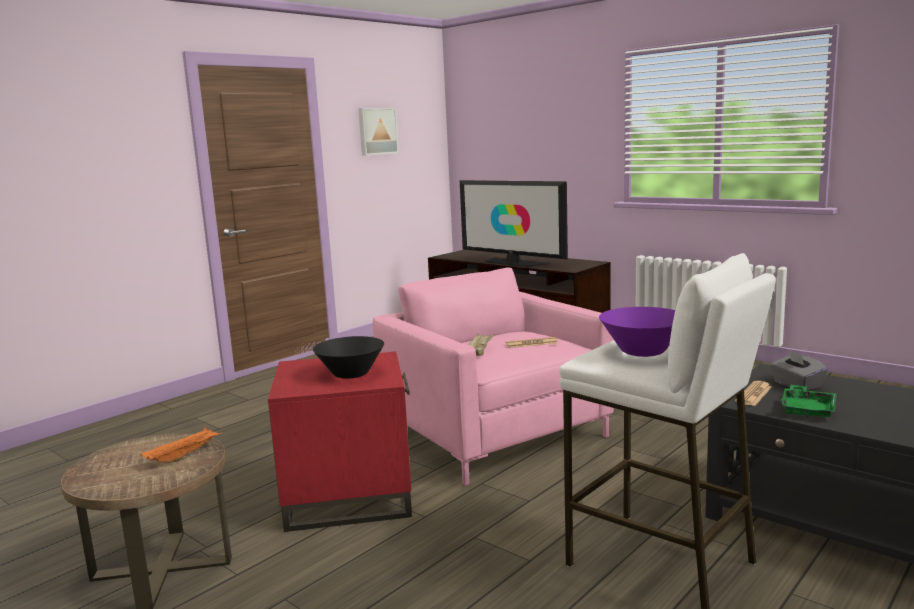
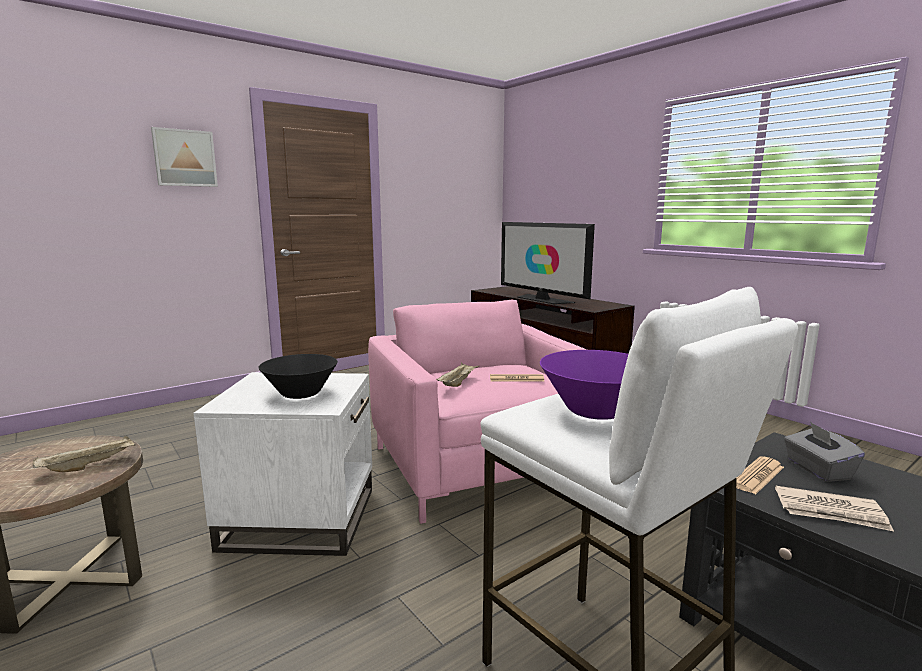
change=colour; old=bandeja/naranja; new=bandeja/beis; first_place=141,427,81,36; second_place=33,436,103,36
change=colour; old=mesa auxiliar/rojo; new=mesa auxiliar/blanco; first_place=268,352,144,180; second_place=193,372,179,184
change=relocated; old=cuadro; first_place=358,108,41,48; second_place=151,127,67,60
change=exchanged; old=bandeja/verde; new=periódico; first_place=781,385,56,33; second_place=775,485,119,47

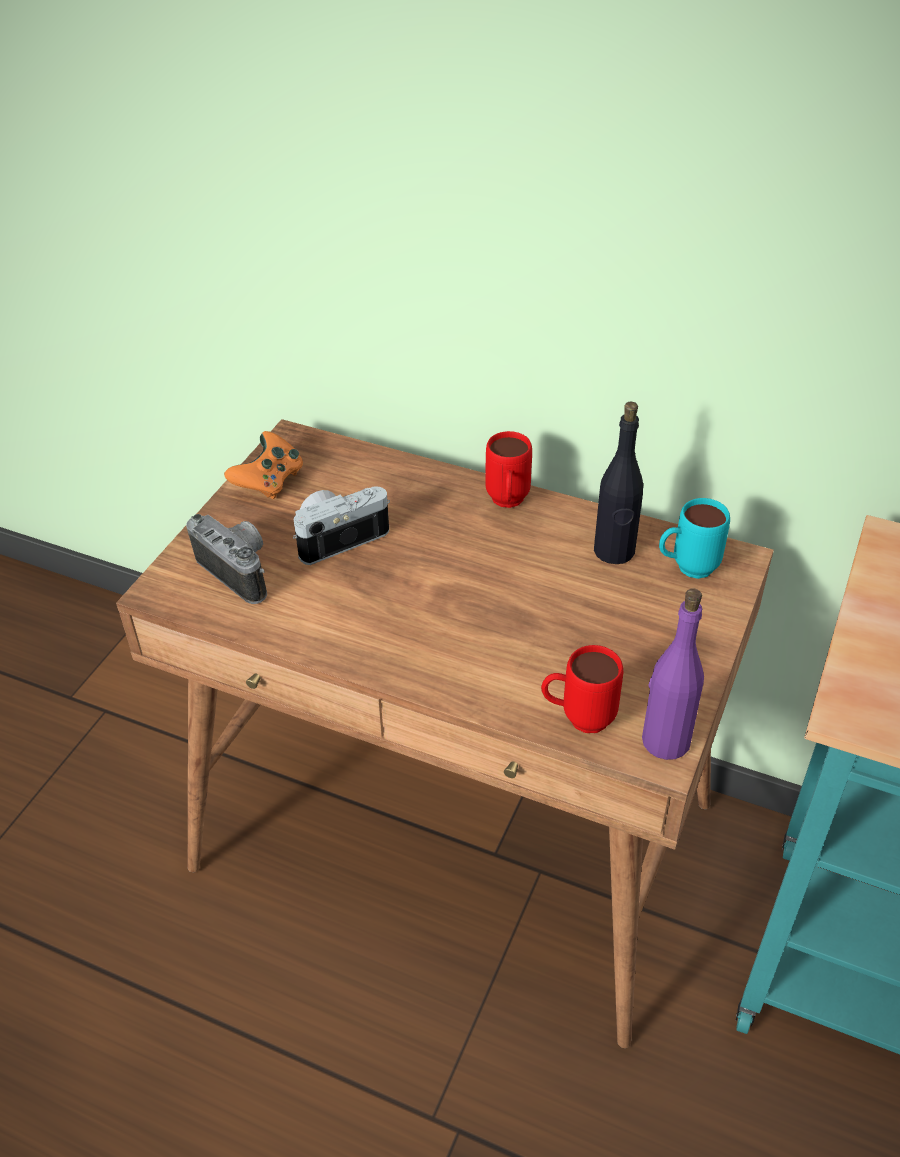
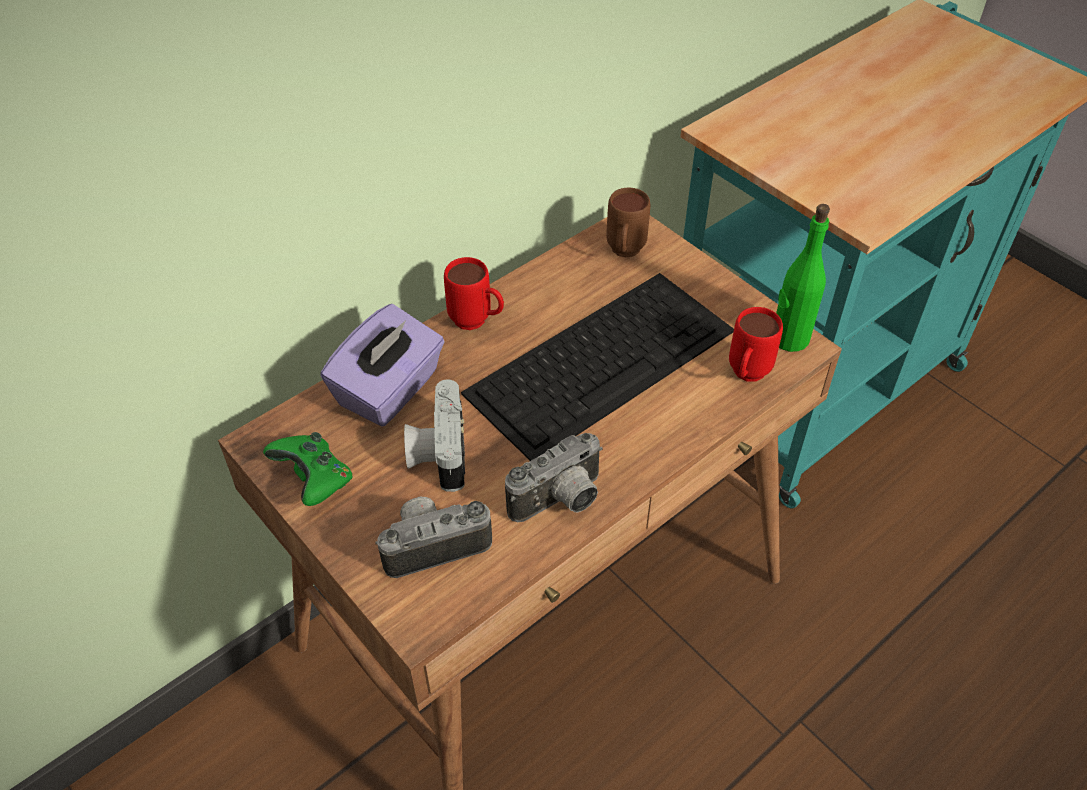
change=colour; old=mando de consola/naranja; new=mando de consola/verde; first_place=224,431,79,68; second_place=263,432,90,74
change=missing; old=botella/negro; first_place=594,402,49,162
change=colour; old=botella/morado; new=botella/verde; first_place=642,588,62,172; second_place=776,204,54,148
change=colour; old=taza grande/turquesa; new=taza grande/marrón; first_place=659,498,71,81; second_place=606,188,44,70
change=appeared; new=caja de pañuelos/morado; second_place=320,304,125,122
change=appeared; new=teclado; second_place=461,273,273,188
change=appeared; new=cámara; second_place=505,433,98,89

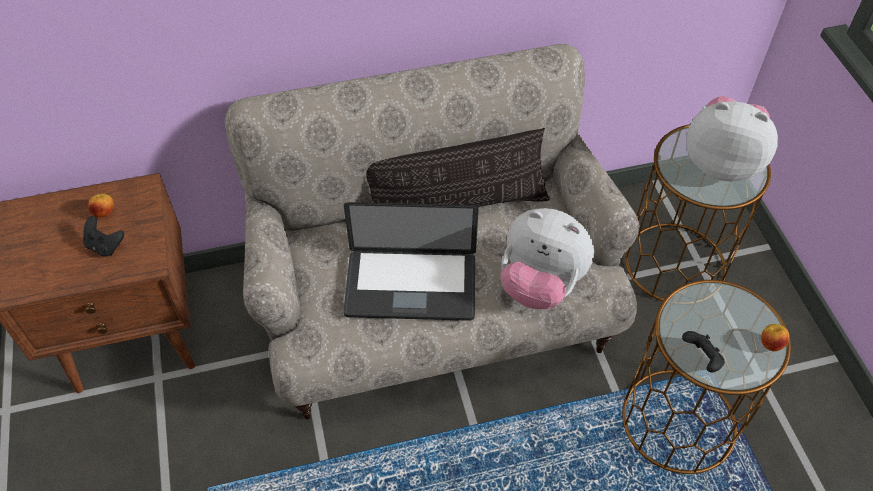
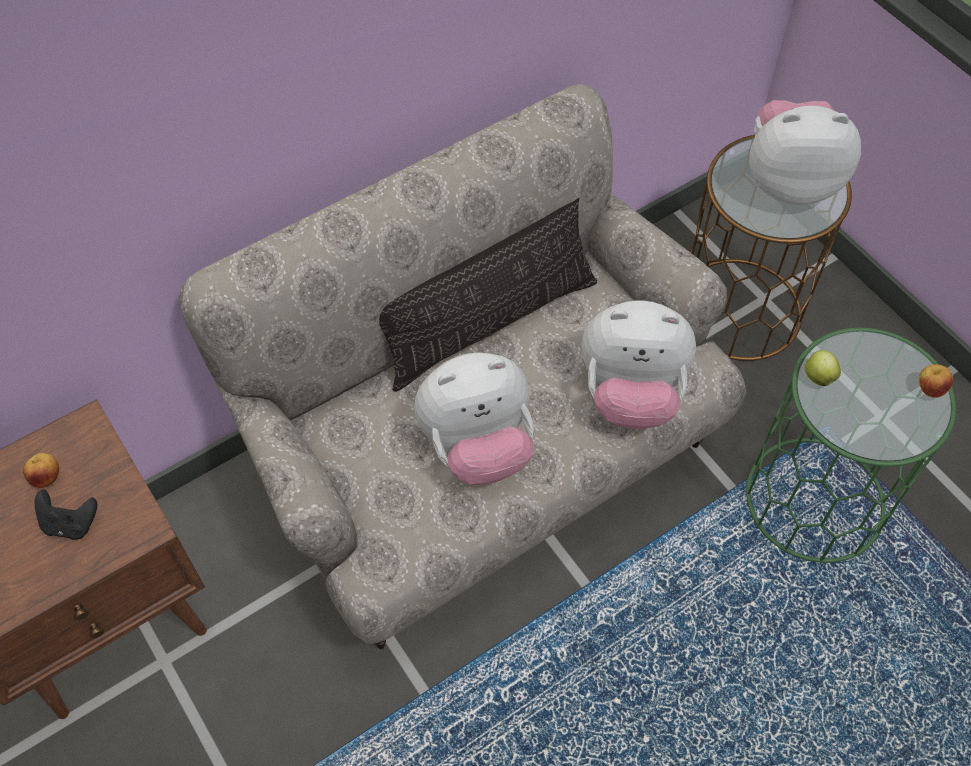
change=exchanged; old=portátil; new=peluche; first_place=343,202,135,119; second_place=414,353,120,132
change=colour; old=mesa auxiliar/marrón; new=mesa auxiliar/verde; first_place=622,280,169,194; second_place=746,328,210,235
change=missing; old=mando de consola/negro; first_place=682,331,43,42
change=appeared; new=manzana; second_place=805,350,36,36

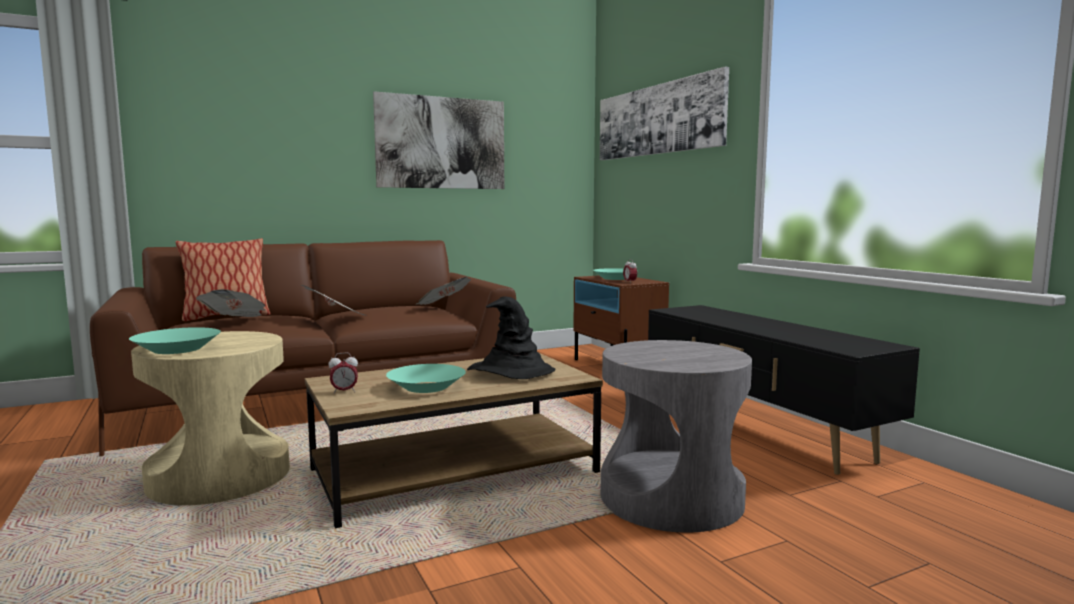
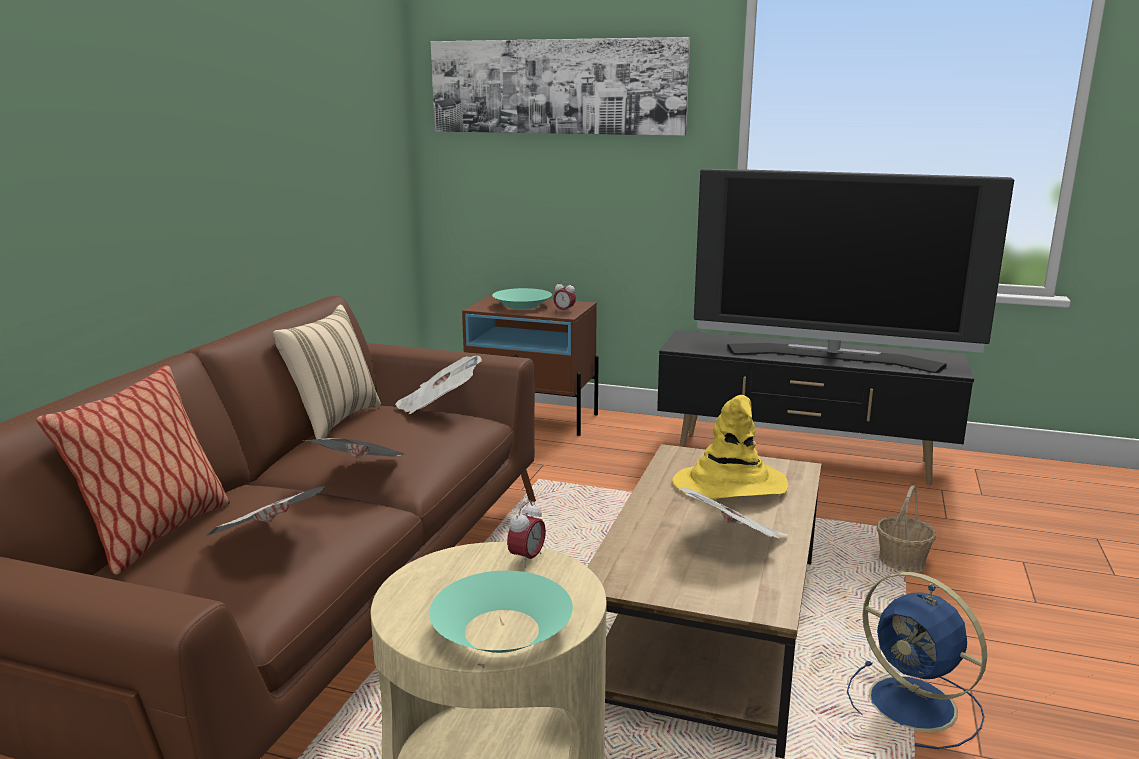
change=relocated; old=despertador; first_place=329,352,29,42; second_place=507,501,39,67
change=missing; old=cuadro; first_place=373,91,131,98
change=exchanged; old=cuenco/turquesa; new=periódico; first_place=386,364,80,29; second_place=679,488,109,51
change=colour; old=sombrero/negro; new=sombrero/amarillo; first_place=467,296,89,83; second_place=672,395,116,104
change=exchanged; old=mesa auxiliar/gris; new=cesta; first_place=601,340,151,193; second_place=877,485,59,88
change=appeared; new=cojín/beis; second_place=273,305,108,134
change=appeared; new=televisor; second_place=694,168,320,205
change=appeared; new=ventilador/azul; second_place=847,572,140,177

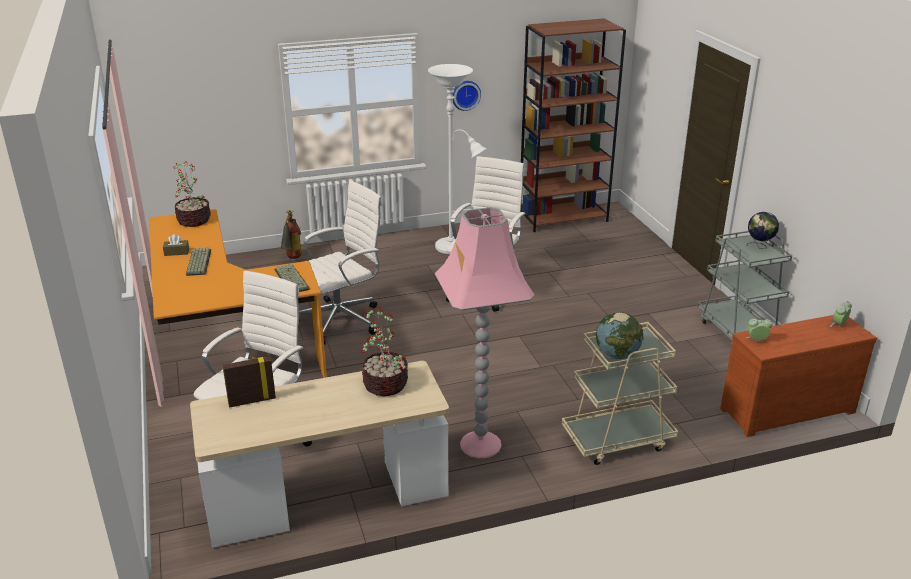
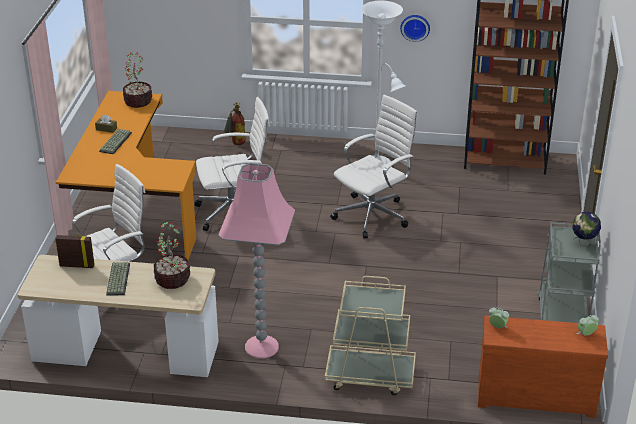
change=relocated; old=teclado; first_place=274,264,36,28; second_place=106,262,24,34
change=missing; old=globo terráqueo; first_place=596,312,48,47

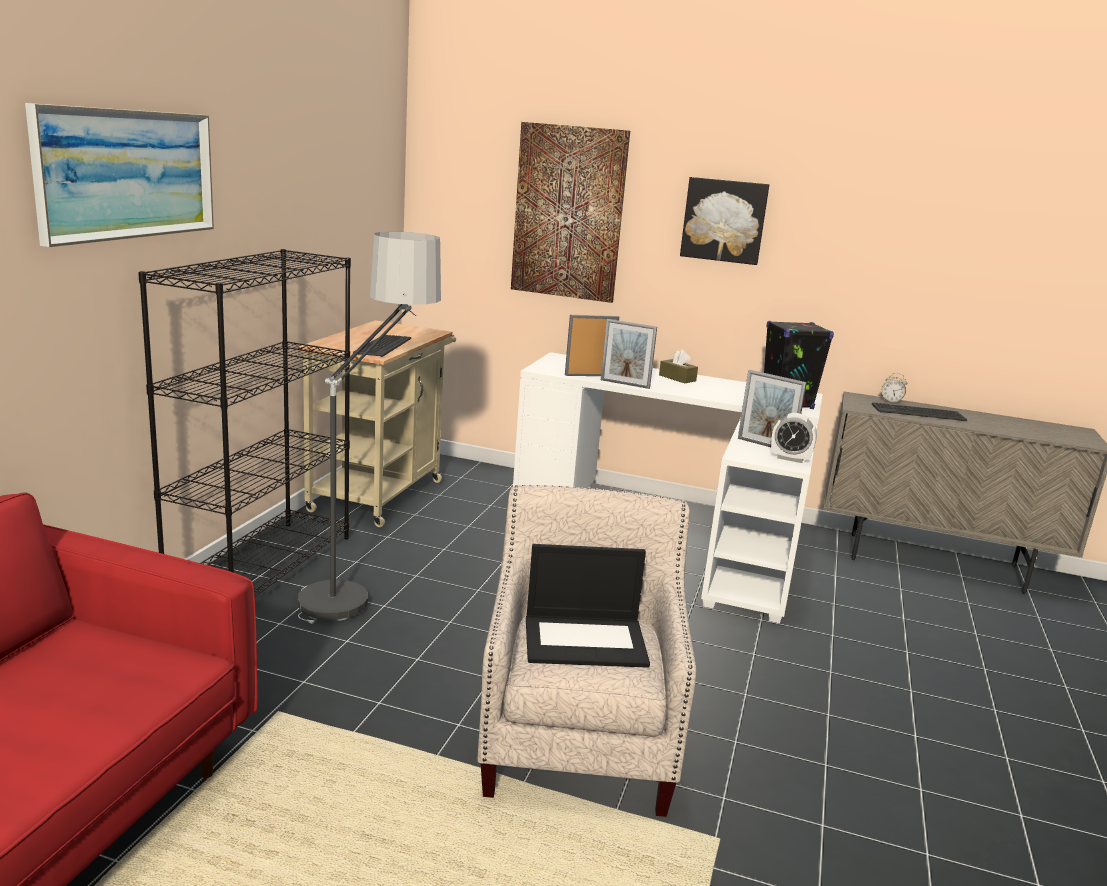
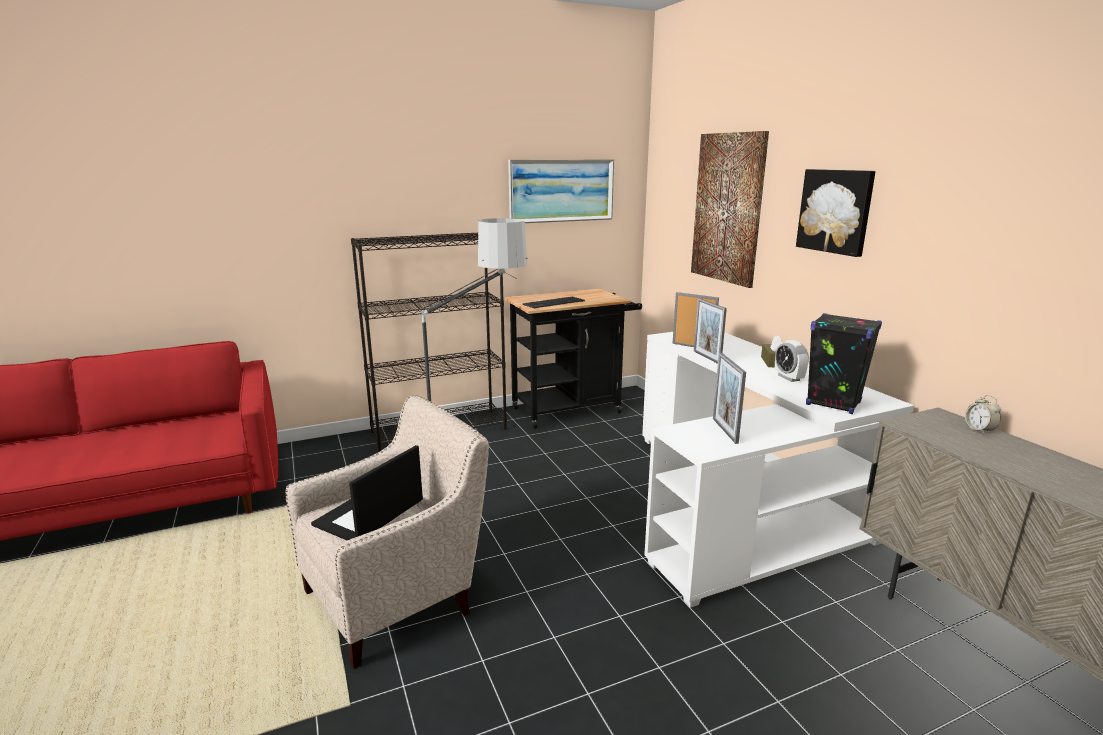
change=relocated; old=cuadro; first_place=25,103,189,144; second_place=508,159,106,64
change=colour; old=carrito/beis; new=carrito/negro; first_place=297,320,159,207; second_place=505,289,137,140
change=spun; old=portátil; first_place=526,544,124,124; second_place=311,445,112,95; degrees=75
change=relocated; old=despertador; first_place=771,413,46,50; second_place=775,340,34,42
change=missing; old=teclado; first_place=872,402,95,19

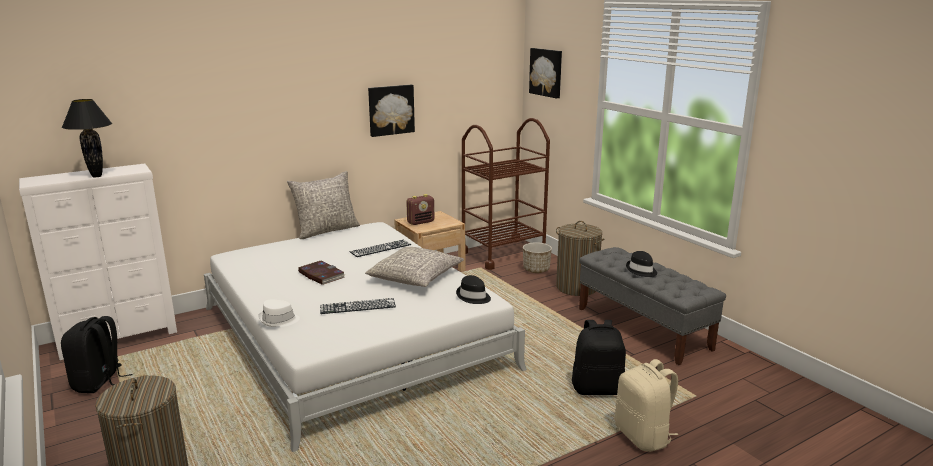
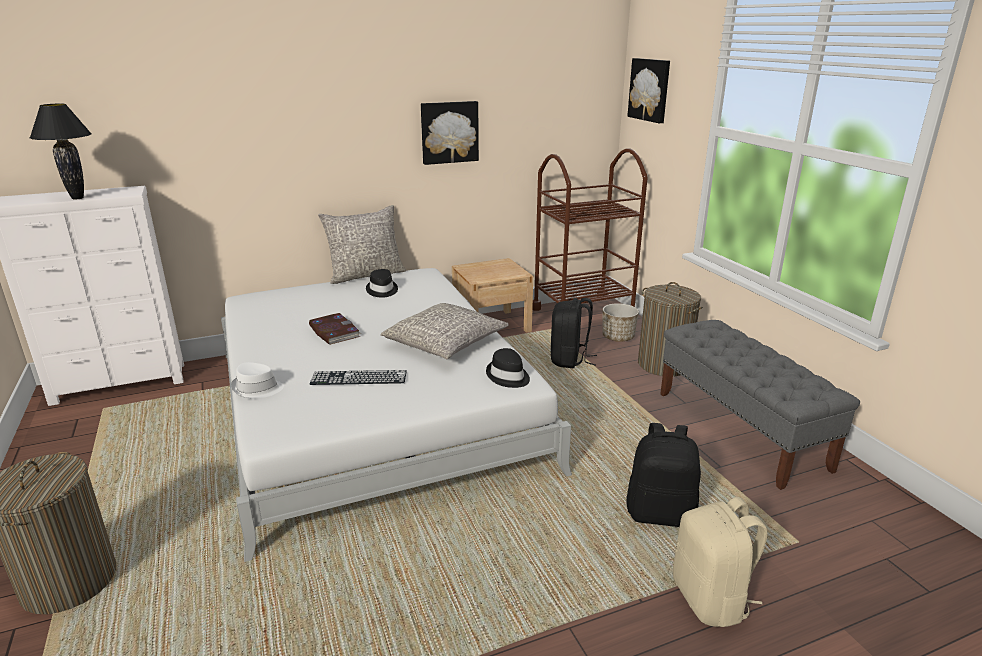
change=relocated; old=mochila/negro; first_place=61,316,71,77; second_place=551,298,46,70
change=missing; old=teclado; first_place=350,240,61,17
change=missing; old=radio; first_place=406,194,28,31
change=relocated; old=sombrero/negro; first_place=626,251,31,26; second_place=366,269,32,29

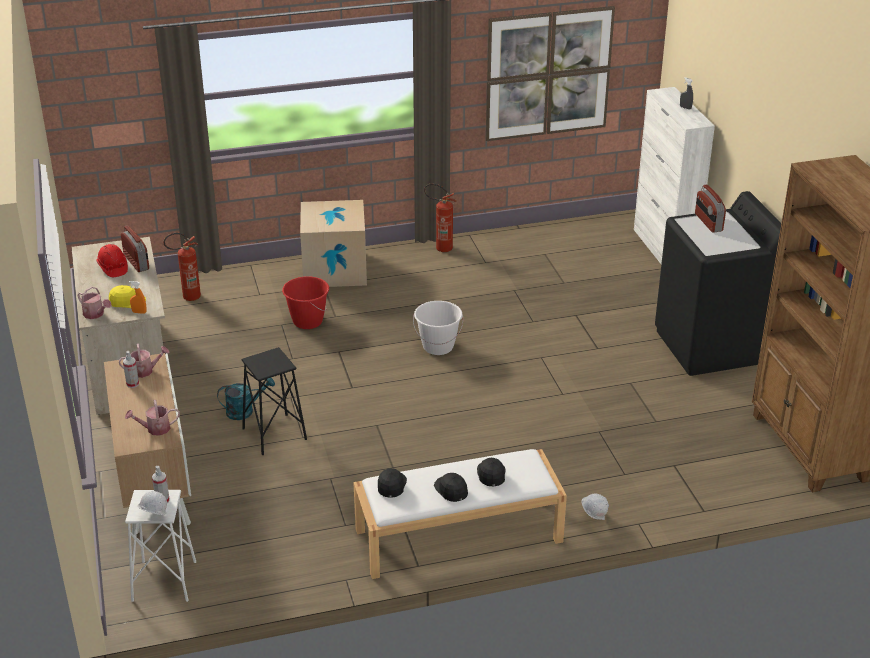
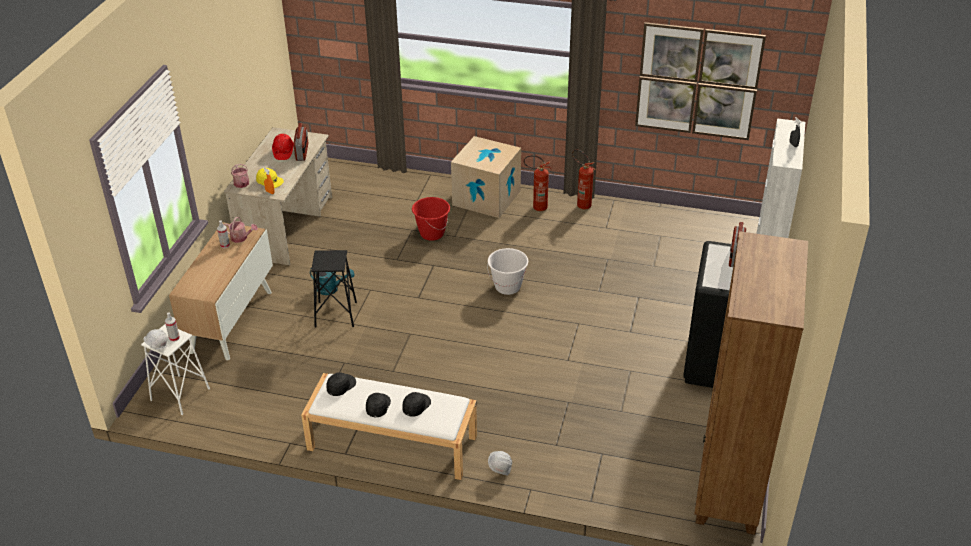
change=missing; old=regadera; first_place=125,400,55,35
change=relocated; old=extintor; first_place=164,233,37,68; second_place=524,155,28,56

